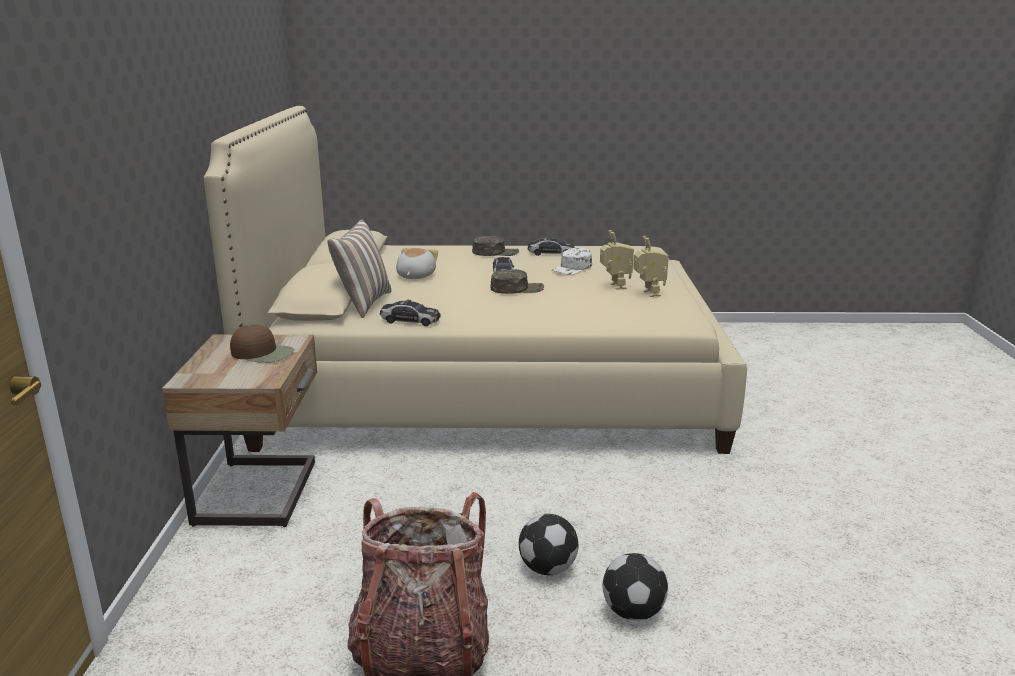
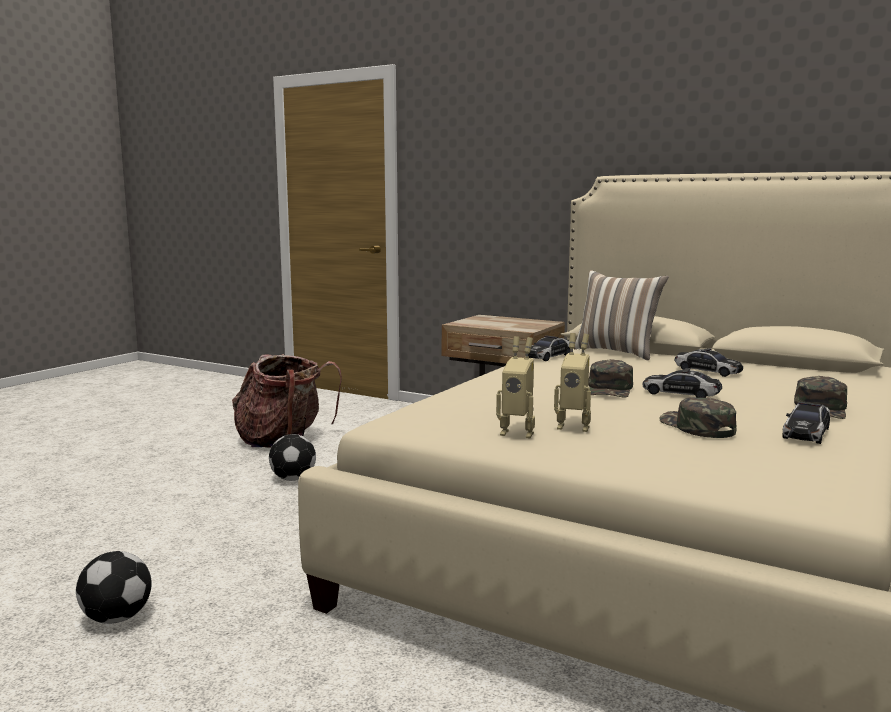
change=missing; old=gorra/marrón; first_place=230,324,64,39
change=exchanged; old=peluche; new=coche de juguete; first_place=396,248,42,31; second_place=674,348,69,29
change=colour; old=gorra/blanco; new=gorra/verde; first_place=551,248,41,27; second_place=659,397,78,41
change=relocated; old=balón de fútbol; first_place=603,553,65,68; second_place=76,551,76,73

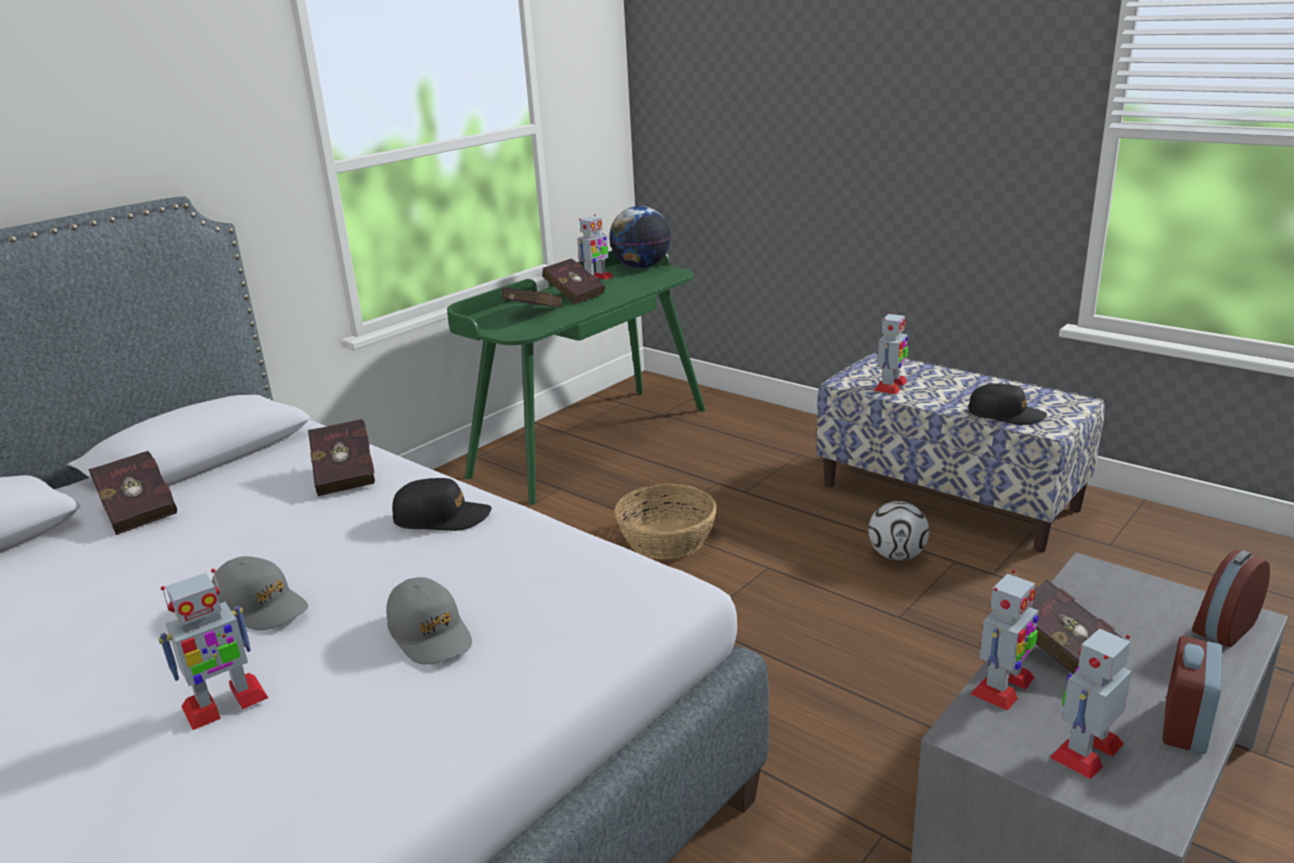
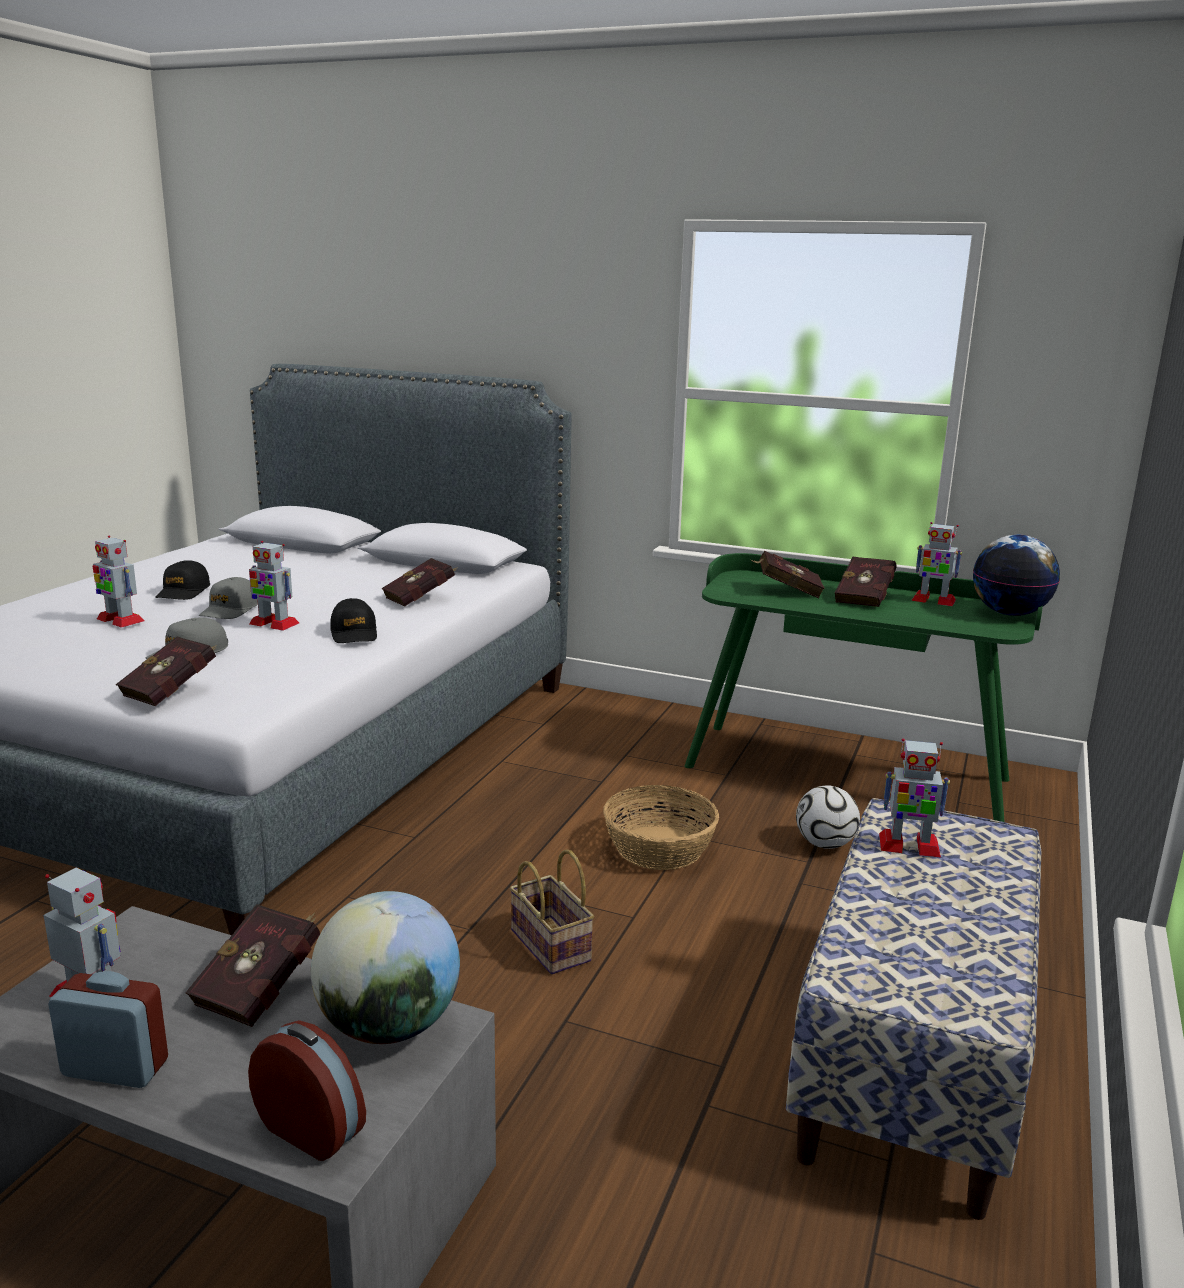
change=relocated; old=libro/rojo; first_place=88,451,89,84; second_place=116,636,101,70
change=relocated; old=balón de fútbol; first_place=868,501,61,60; second_place=796,786,64,63
change=relocated; old=gorra/negro; first_place=968,384,79,41; second_place=155,560,55,40
change=relocated; old=robot de juguete; first_place=971,569,68,142; second_place=249,541,50,90
change=appeared; new=globo terráqueo; second_place=311,891,149,153
change=appeared; new=cesta; second_place=510,849,84,125

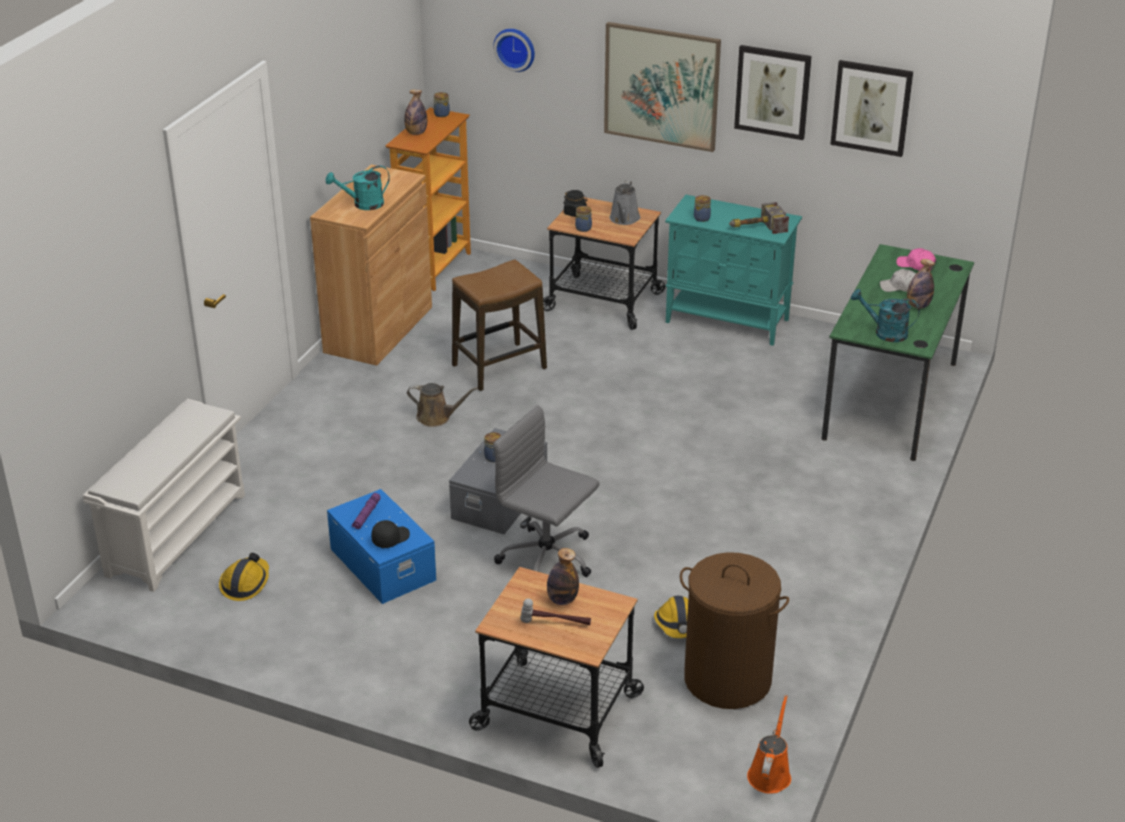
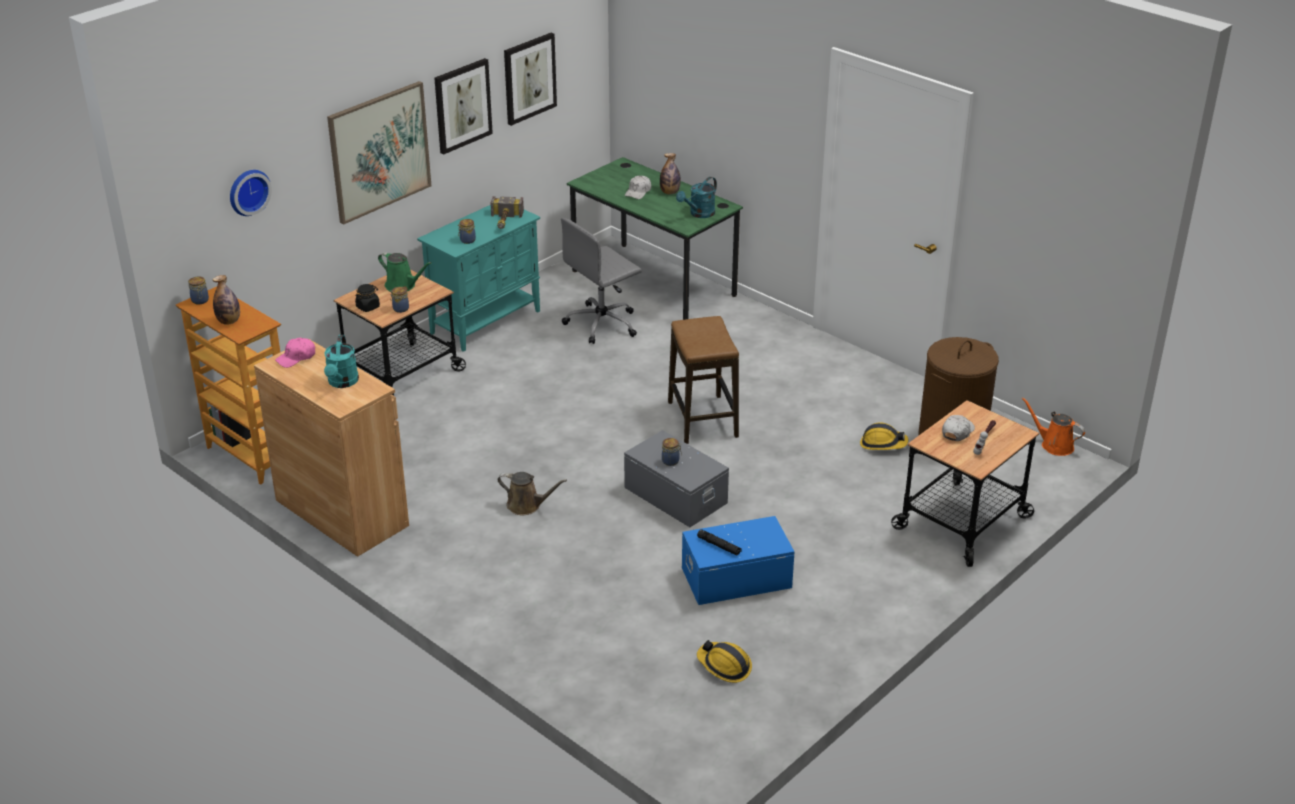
change=missing; old=zapatero/blanco; first_place=83,399,162,193
change=colour; old=linterna/morado; new=linterna/negro; first_place=352,493,29,36; second_place=697,529,45,26
change=missing; old=gorra/negro; first_place=371,520,39,28
change=spun; old=regadera/marrón; first_place=407,383,71,44; second_place=498,472,69,43; degrees=75
change=relocated; old=taburete; first_place=452,259,95,132; second_place=668,316,71,128
change=relocated; old=silla de oficina/gris; first_place=493,405,107,172; second_place=561,218,81,126
change=exchanged; old=botella; new=gorra/blanco; first_place=547,548,32,57; second_place=942,415,33,26
change=colour; old=regadera/gris; new=regadera/verde; first_place=609,181,31,44; second_place=378,252,54,40
change=relocated; old=gorra/rosa; first_place=896,248,40,23; second_place=275,338,40,30

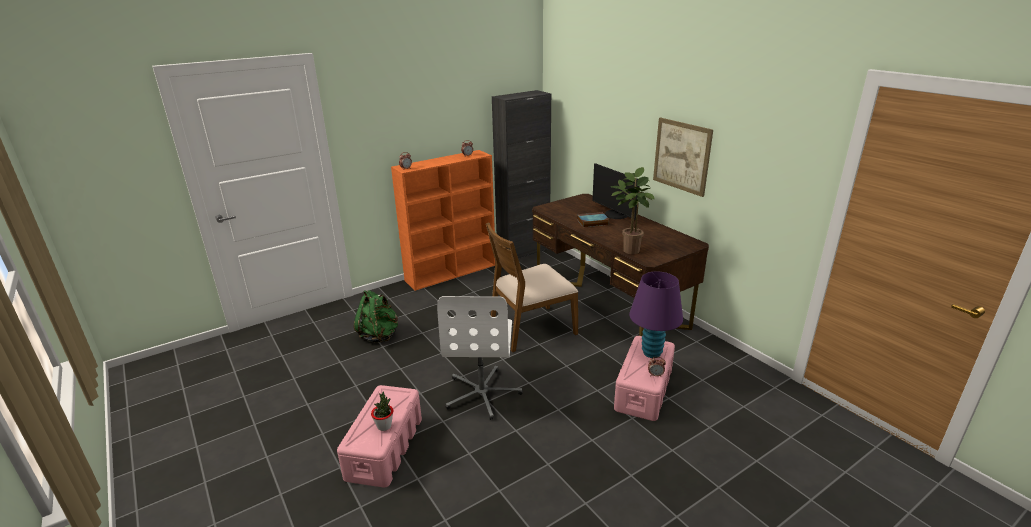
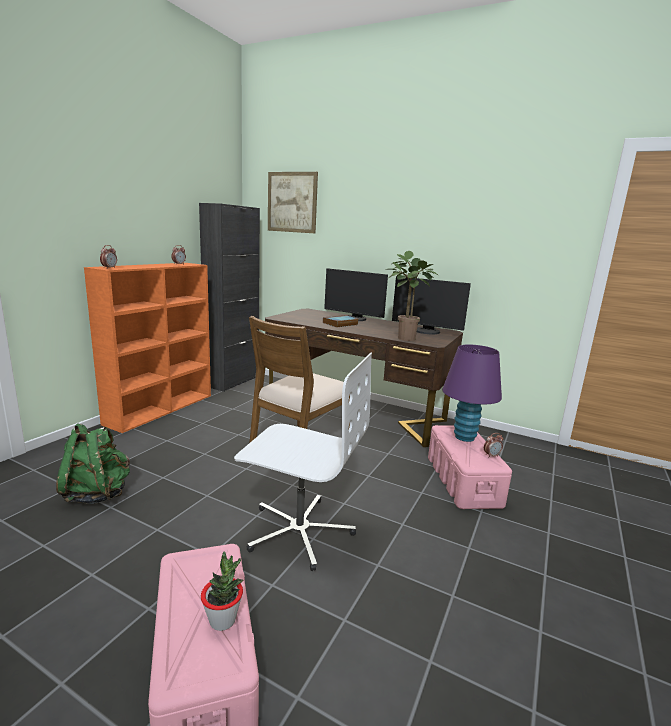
change=spun; old=silla de oficina/blanco; first_place=437,296,86,124; second_place=234,353,138,218; degrees=-45
change=relocated; old=cuadro; first_place=653,118,60,79; second_place=268,172,50,61
change=appeared; new=monitor; second_place=392,277,79,57

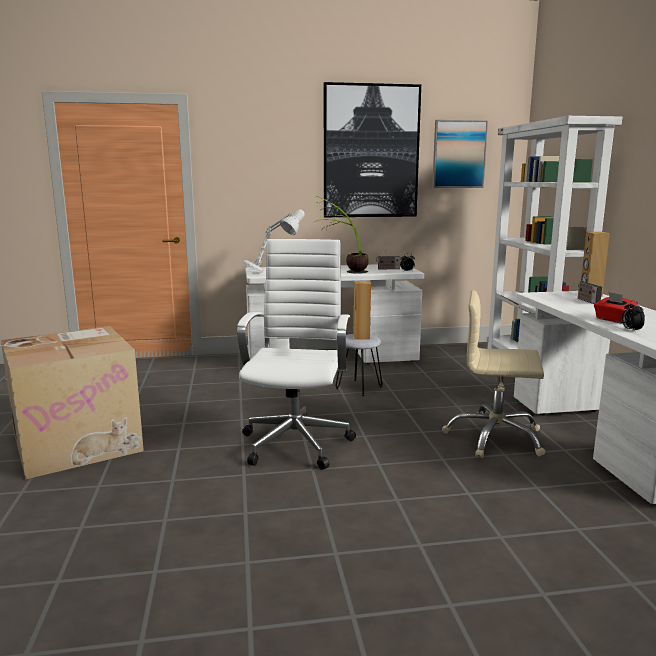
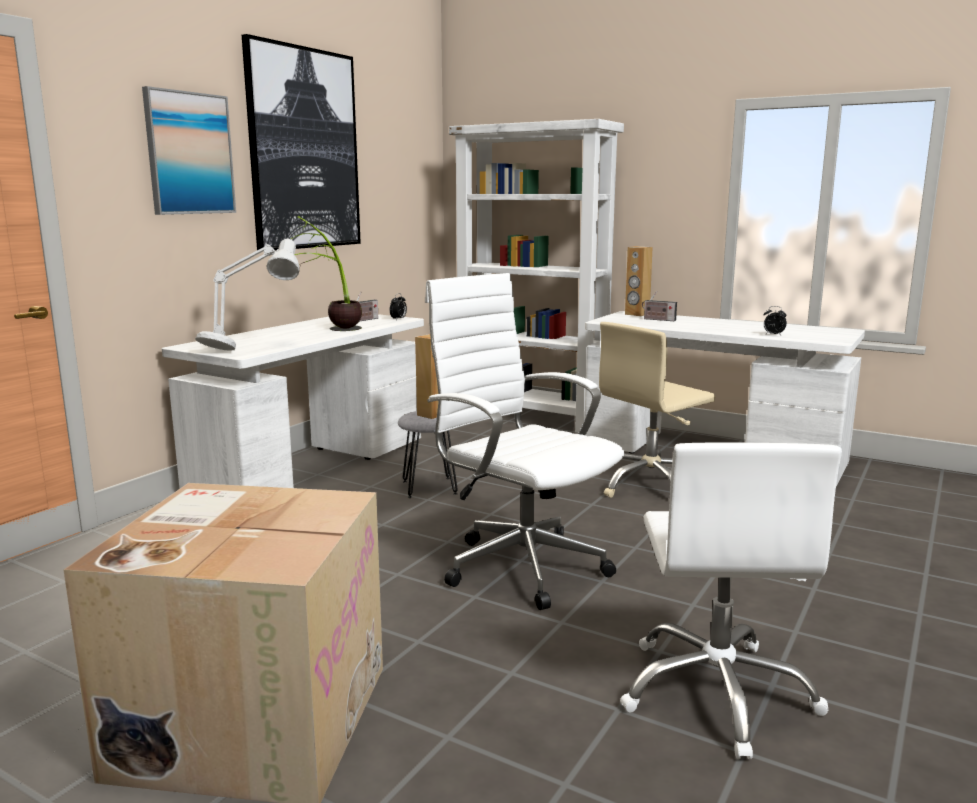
change=relocated; old=cuadro; first_place=432,120,56,68; second_place=142,86,94,129
change=missing; old=caja de pañuelos/rojo; first_place=594,292,46,32
change=appeared; new=silla de oficina/blanco; second_place=620,442,222,317

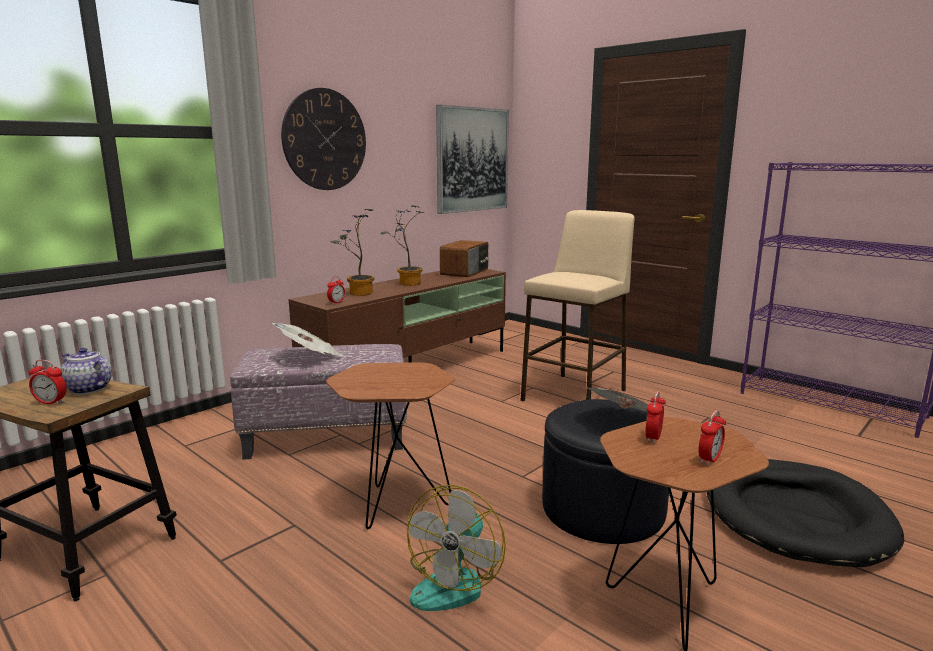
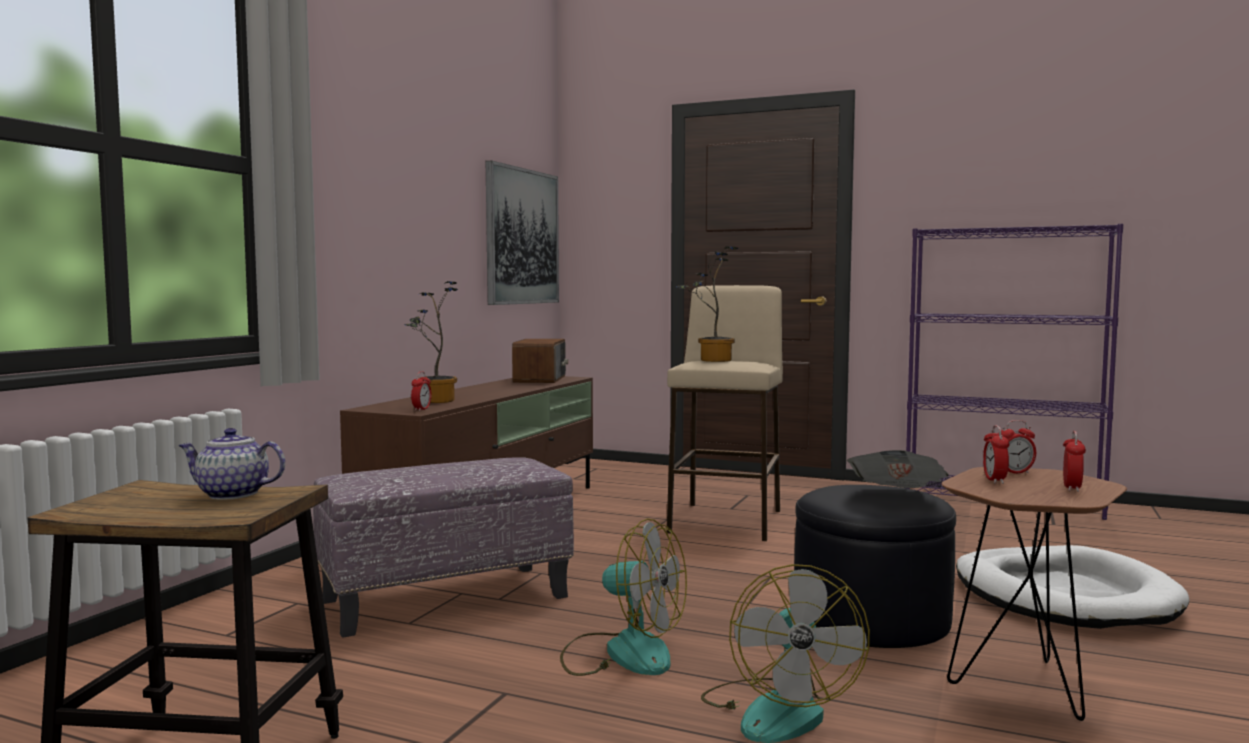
change=relocated; old=despertador; first_place=29,360,37,45; second_place=998,420,38,54
change=missing; old=periódico; first_place=272,323,72,34
change=missing; old=reloj de pared; first_place=281,88,85,102
change=exchanged; old=mesa auxiliar/marrón; new=ventilador; first_place=326,362,129,168; second_place=560,519,127,157
change=relocated; old=planta en maceta; first_place=381,205,43,81; second_place=676,246,62,116
change=colour; old=cama para perro/negro; new=cama para perro/blanco; first_place=706,459,198,108; second_place=956,545,233,84

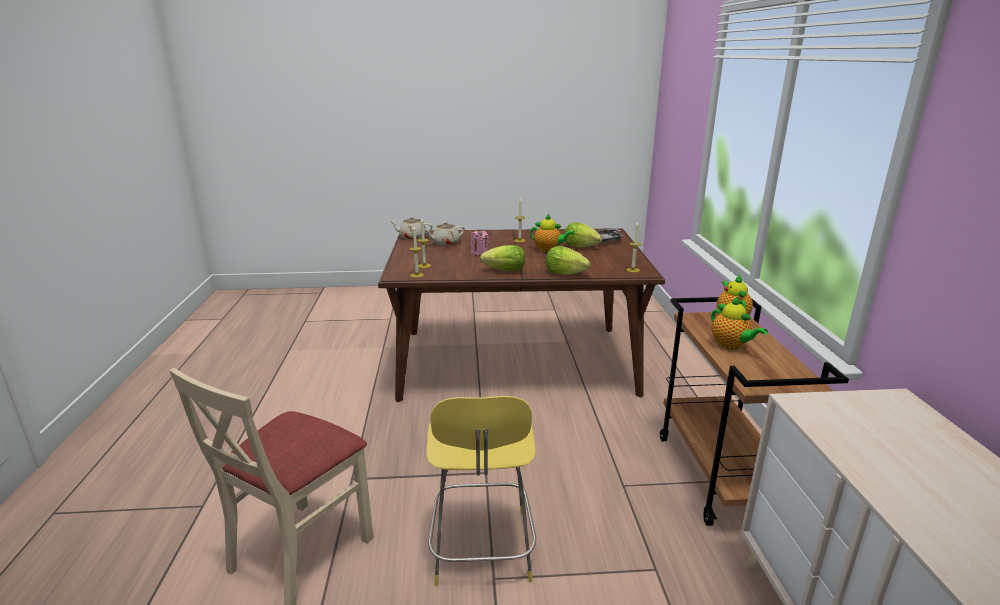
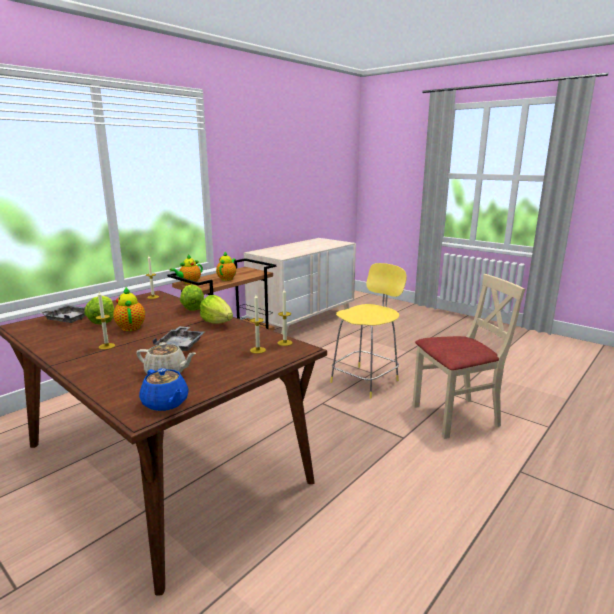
change=colour; old=tetera/beis; new=tetera/azul; first_place=390,217,42,23; second_place=139,368,50,43
change=exchanged; old=vela/rosa; new=bandeja/gris; first_place=471,229,18,27; second_place=152,326,52,25

